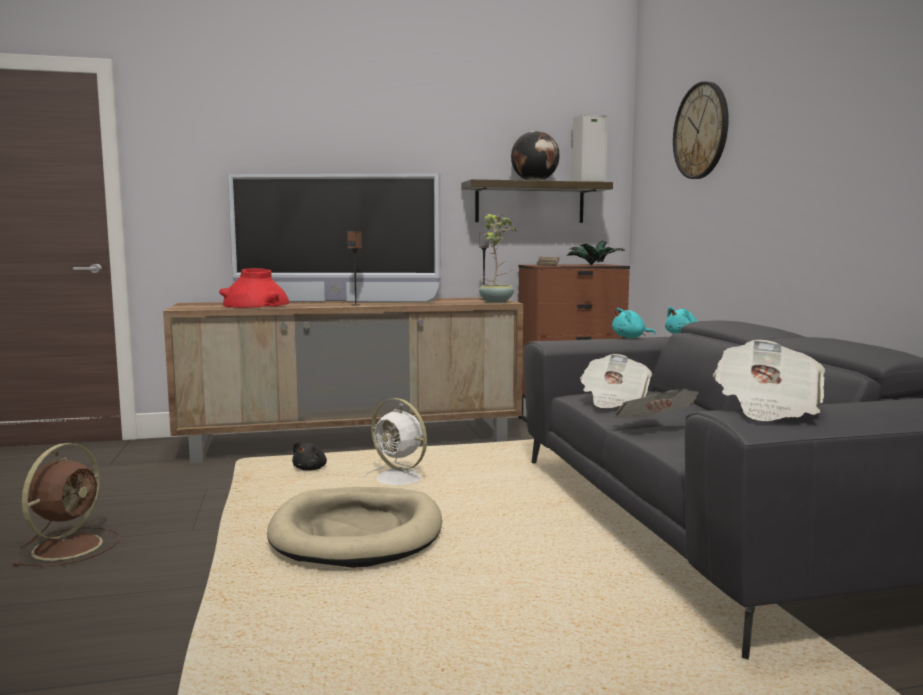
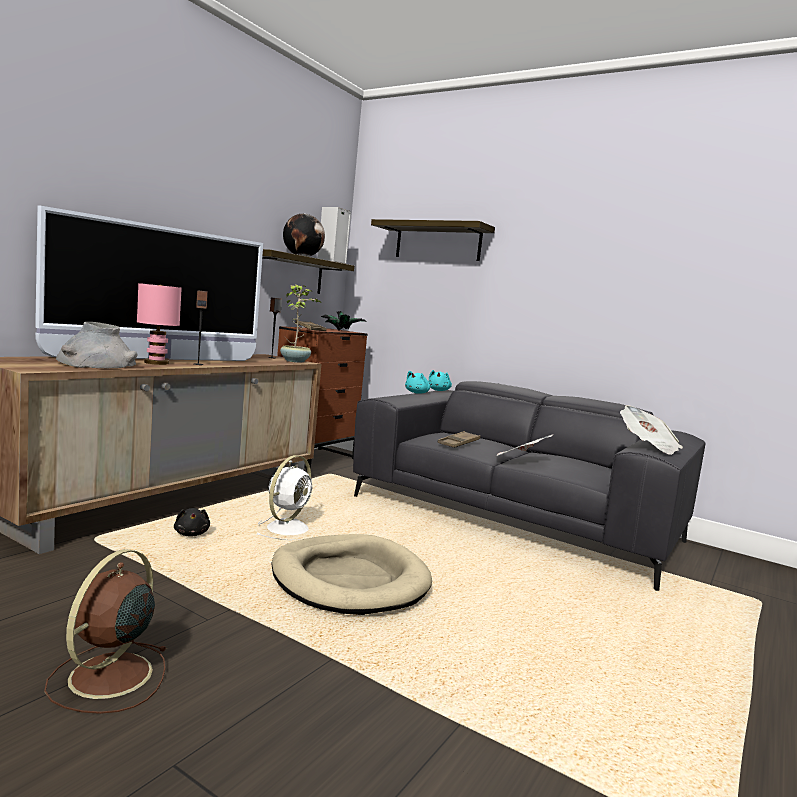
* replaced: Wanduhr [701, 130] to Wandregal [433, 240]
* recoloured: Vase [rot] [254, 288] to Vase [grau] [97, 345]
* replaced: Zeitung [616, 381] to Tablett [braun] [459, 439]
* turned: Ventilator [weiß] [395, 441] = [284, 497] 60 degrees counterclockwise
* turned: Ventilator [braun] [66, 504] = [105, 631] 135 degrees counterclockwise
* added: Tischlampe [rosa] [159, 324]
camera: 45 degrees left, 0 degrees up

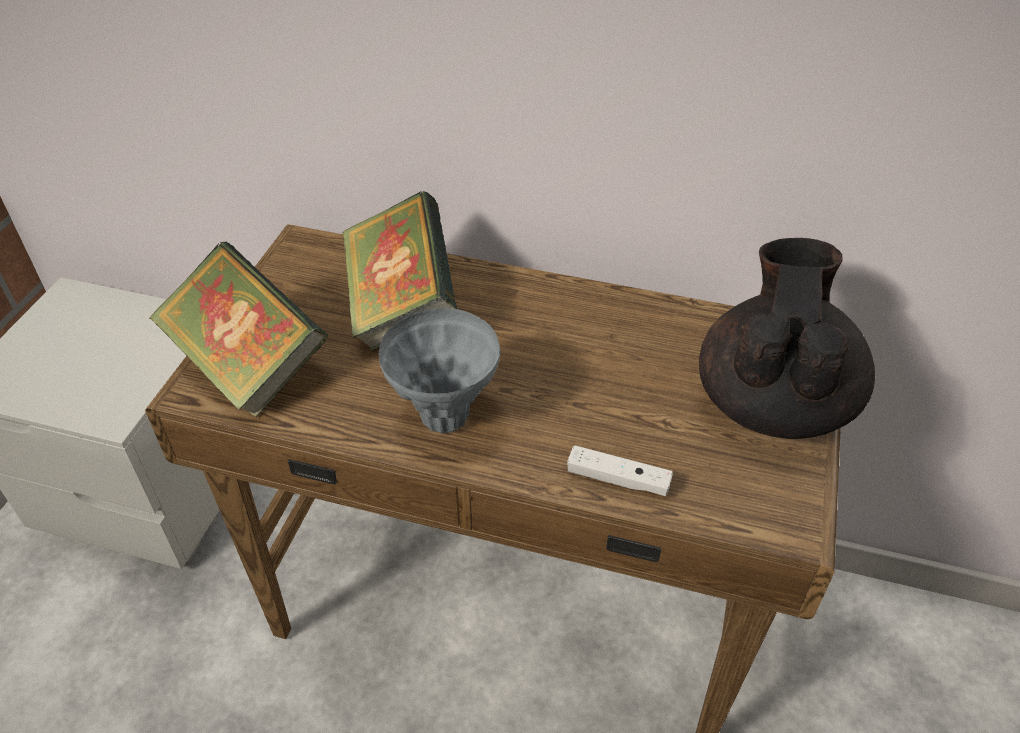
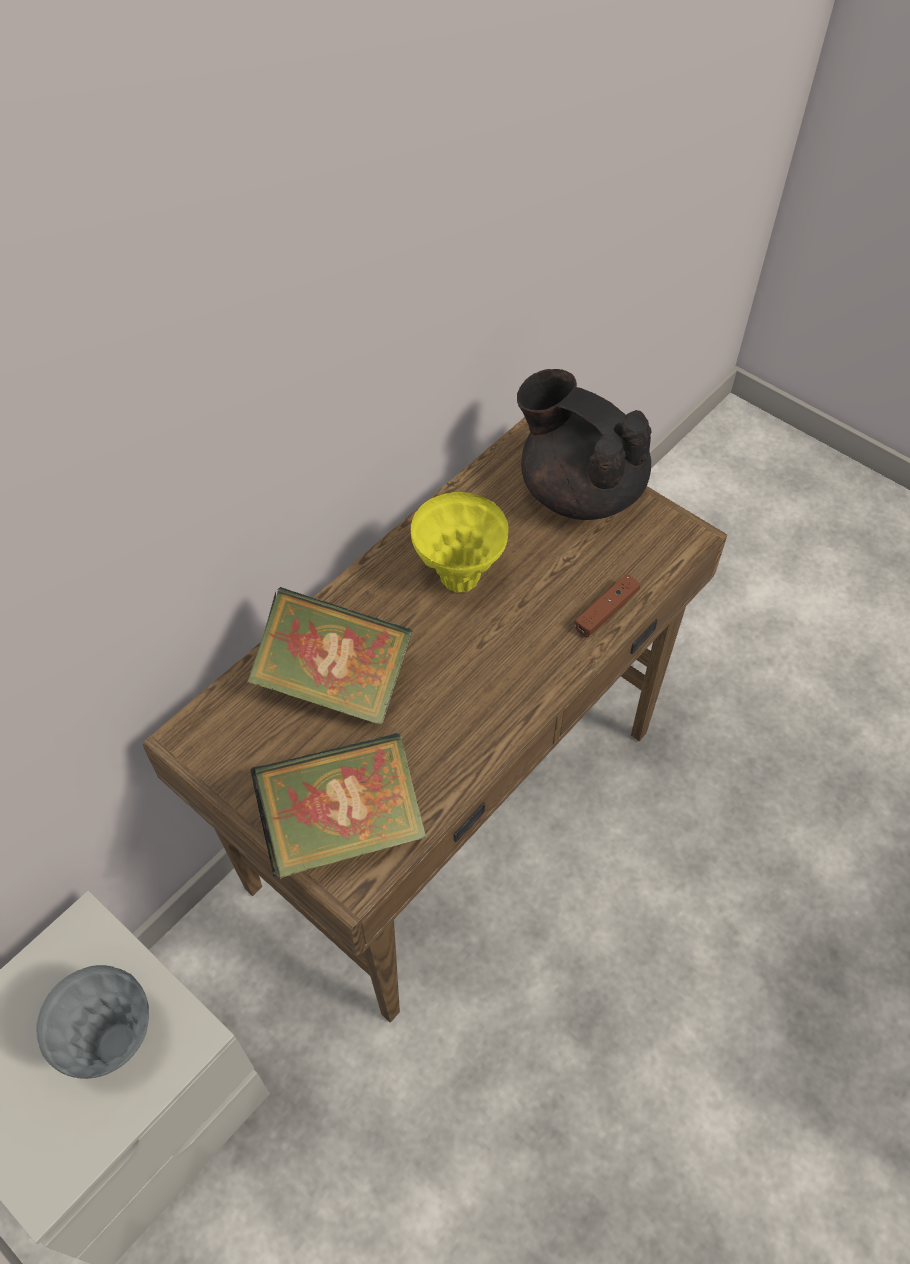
* moved: Vase [grau] [439, 370] to [92, 1022]
* recoloured: Gamepad [weiß] [620, 470] to Gamepad [braun] [607, 605]
* added: Vase [gelb] [460, 542]
camera: 65 degrees left, 10 degrees up

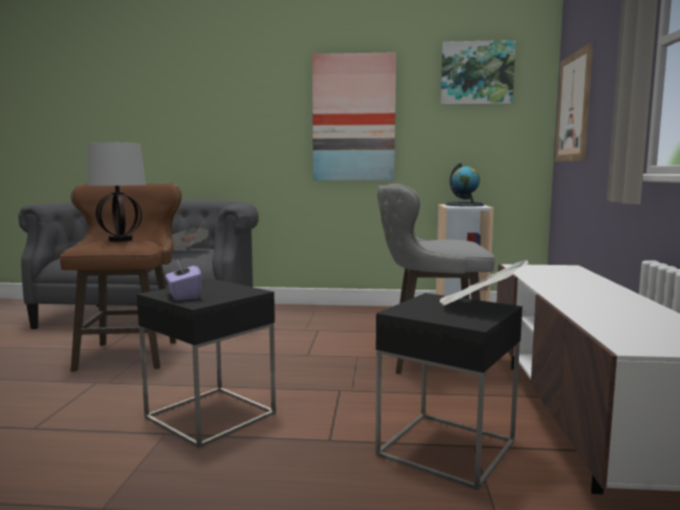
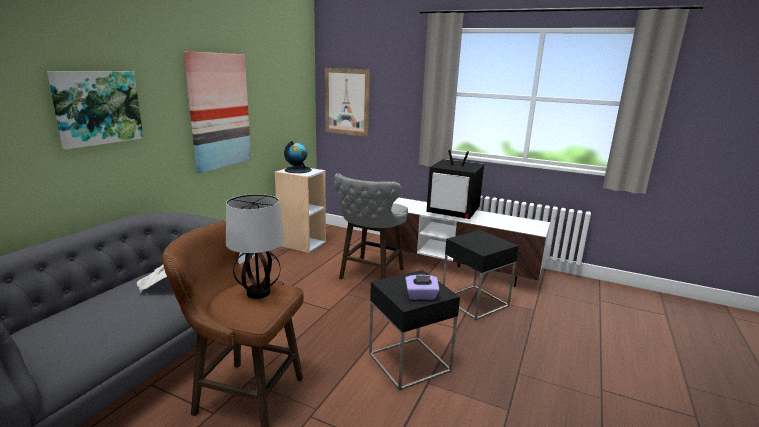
* moved: Bild [478, 72] to [95, 110]
* removed: Zeitung [484, 282]
* added: Fernseher [455, 184]
camera: 70 degrees left, 10 degrees up

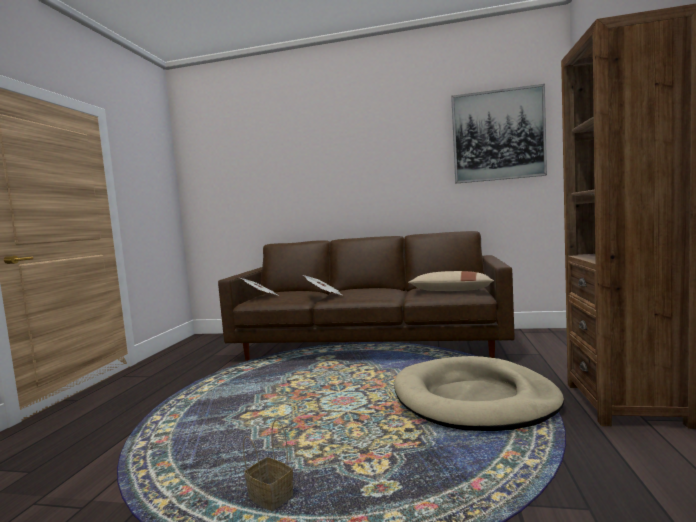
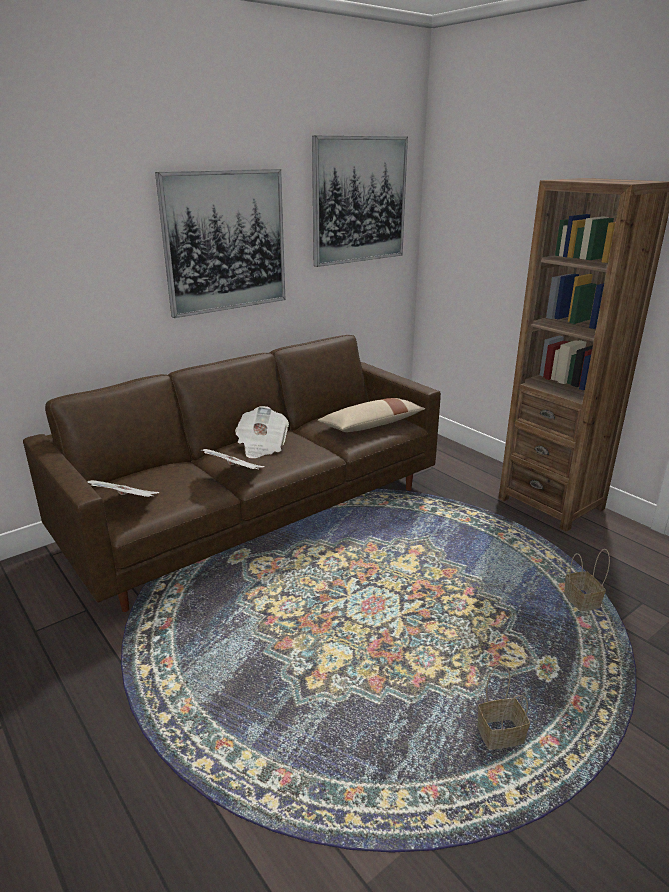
* removed: Hundebett [beige] [479, 393]
* added: Bild [220, 243]
* added: Zeitung [262, 432]
* added: Korb [587, 580]
camera: 50 degrees left, 20 degrees up

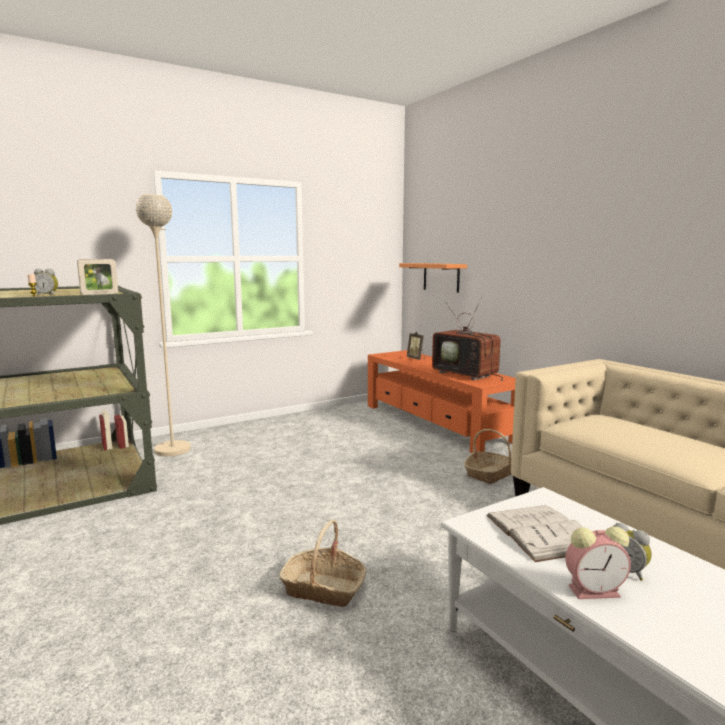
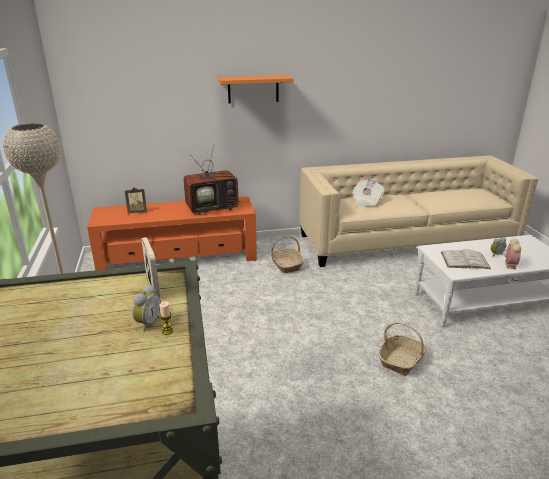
* moved: Wandregal [orange] [433, 278] to [255, 89]
* added: Zeitung [368, 193]
camera: 70 degrees left, 15 degrees up

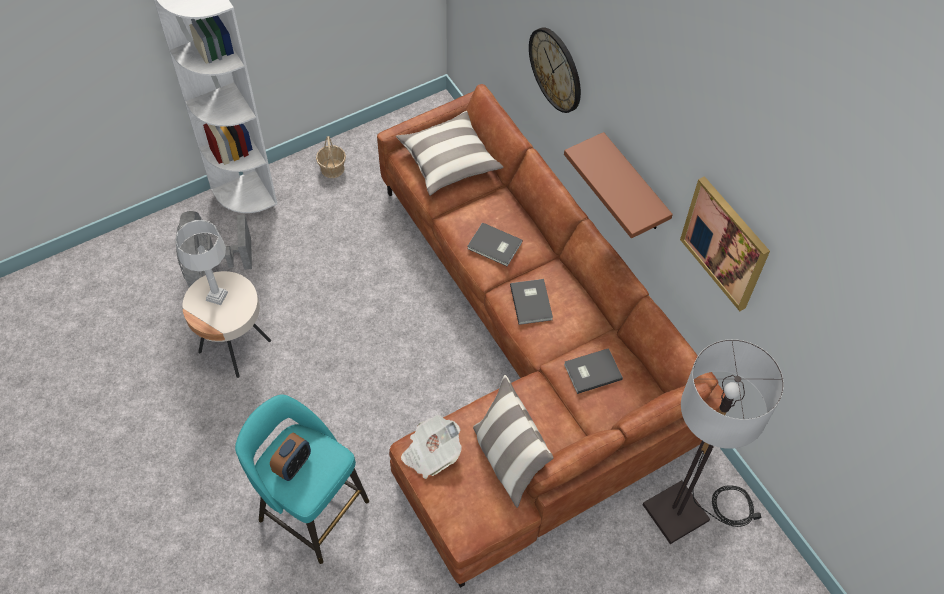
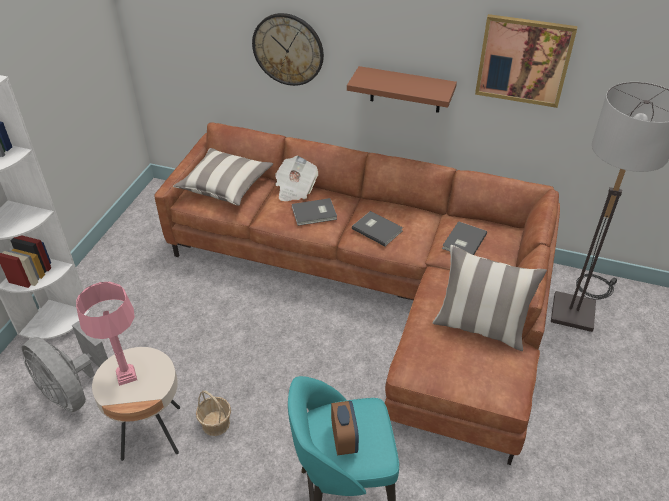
* moved: Korb [331, 157] to [213, 413]
* recoloured: Tischlampe [grau] [201, 262] to Tischlampe [rosa] [106, 334]
* moved: Zeitung [431, 447] to [296, 178]
camera: 40 degrees left, 15 degrees down

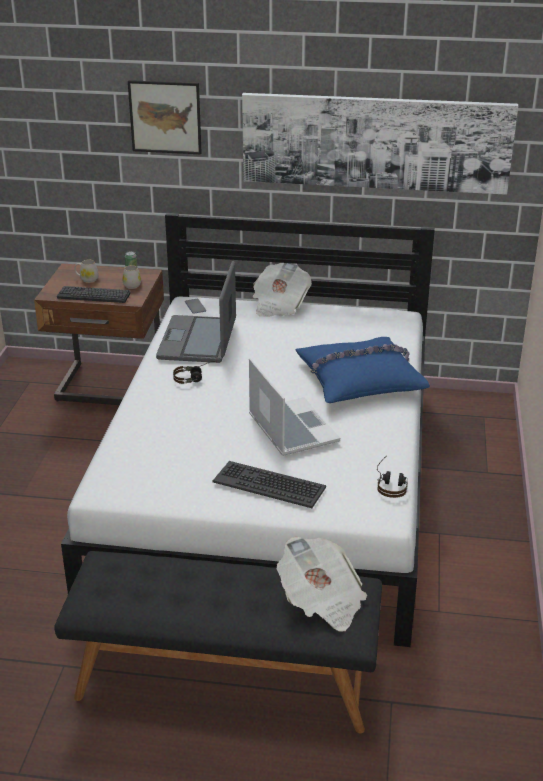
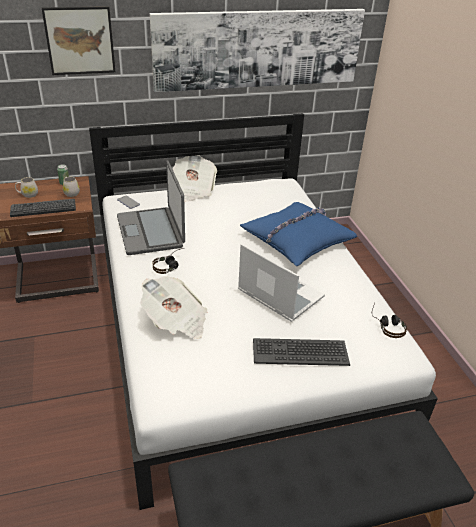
* moved: Zeitung [322, 584] to [173, 307]
camera: 25 degrees left, 5 degrees up

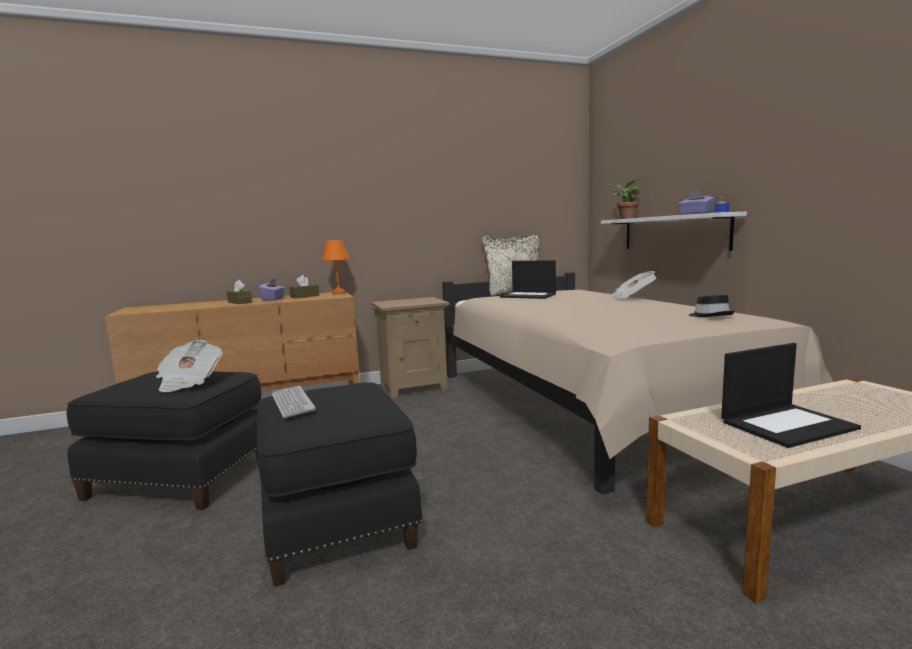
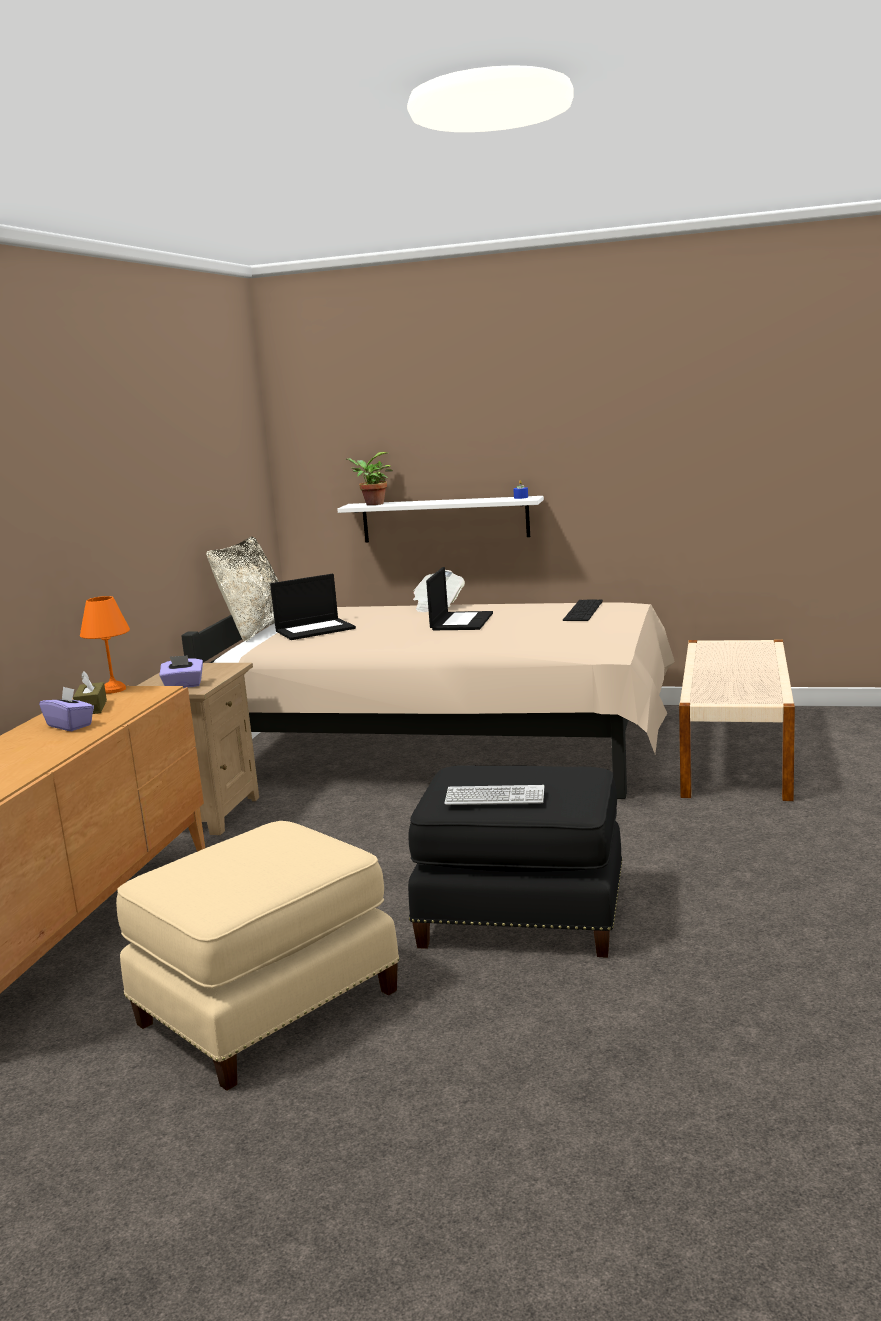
* moved: Taschentuchbox [lila] [697, 203] to [181, 671]
* removed: Taschentuchbox [braun] [239, 292]
* replaced: Hut [schwarz] [712, 306] to Tastatur [583, 610]
* removed: Zeitung [189, 366]
* moved: Laptop [791, 395] to [459, 598]
* recoloured: Polsterhocker [schwarz] [164, 440] to Polsterhocker [beige] [257, 956]
camera: 55 degrees left, 5 degrees up

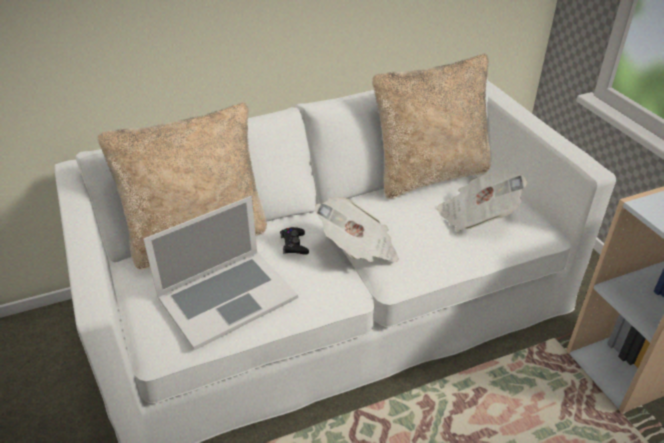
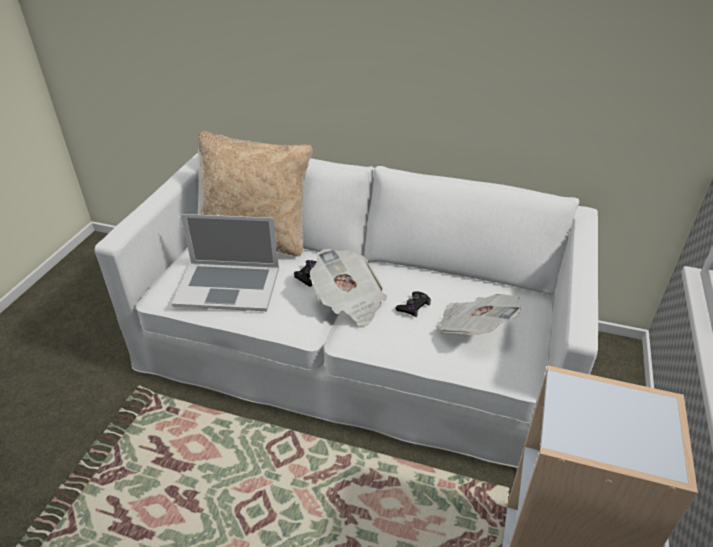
* removed: Kissen [beige] [431, 126]
* added: Gamepad [schwarz] [413, 304]
camera: 40 degrees right, 0 degrees up

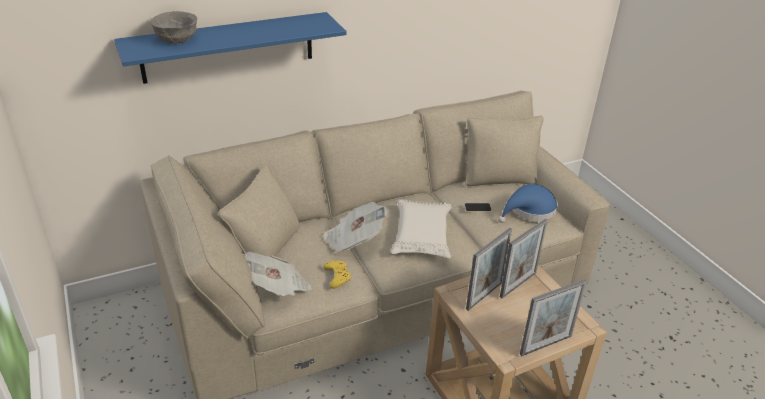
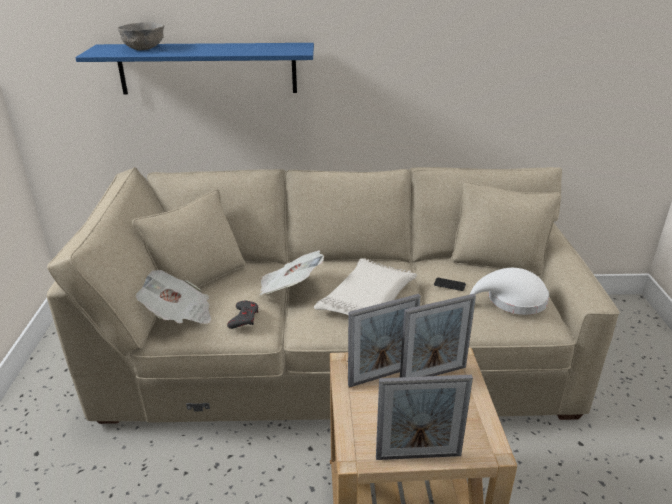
* recoloured: Hut [blau] [528, 203] to Hut [weiß] [509, 291]
* recoloured: Gamepad [gelb] [337, 275] to Gamepad [grau] [242, 315]
camera: 25 degrees right, 5 degrees down

